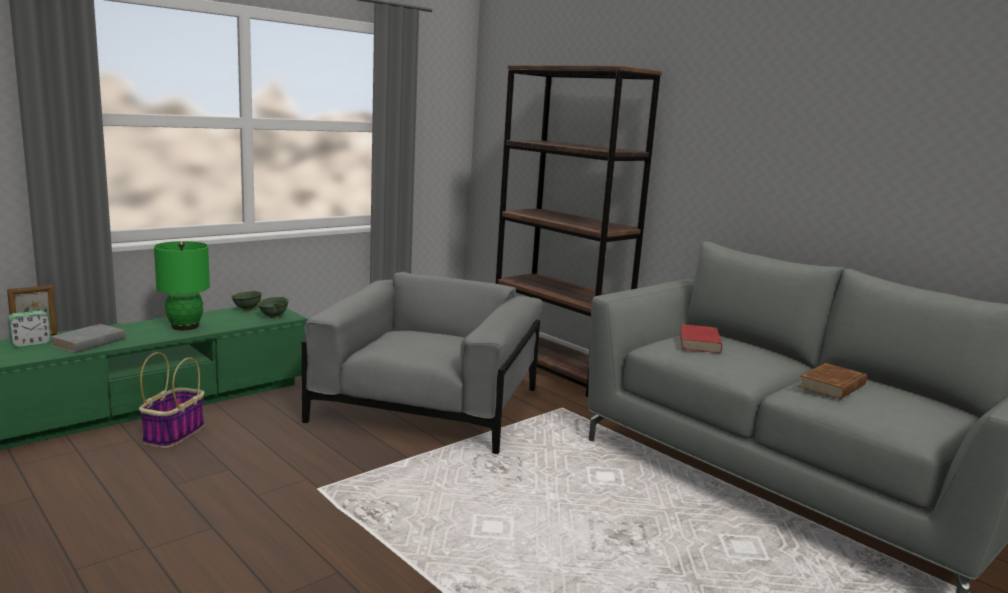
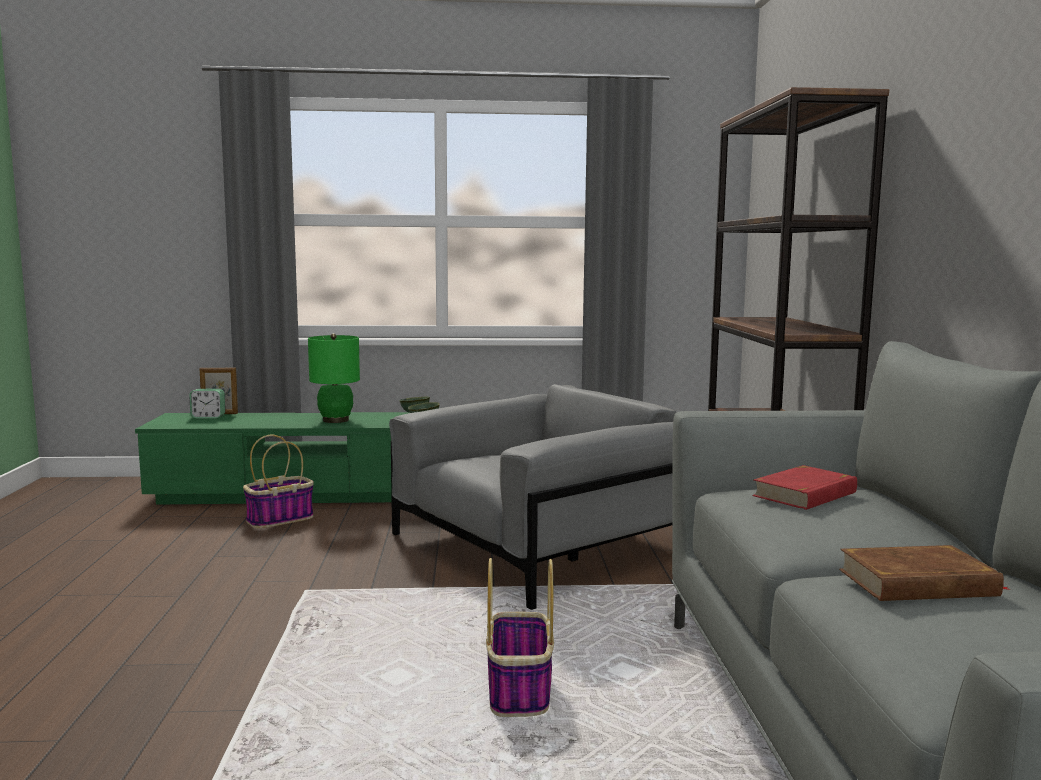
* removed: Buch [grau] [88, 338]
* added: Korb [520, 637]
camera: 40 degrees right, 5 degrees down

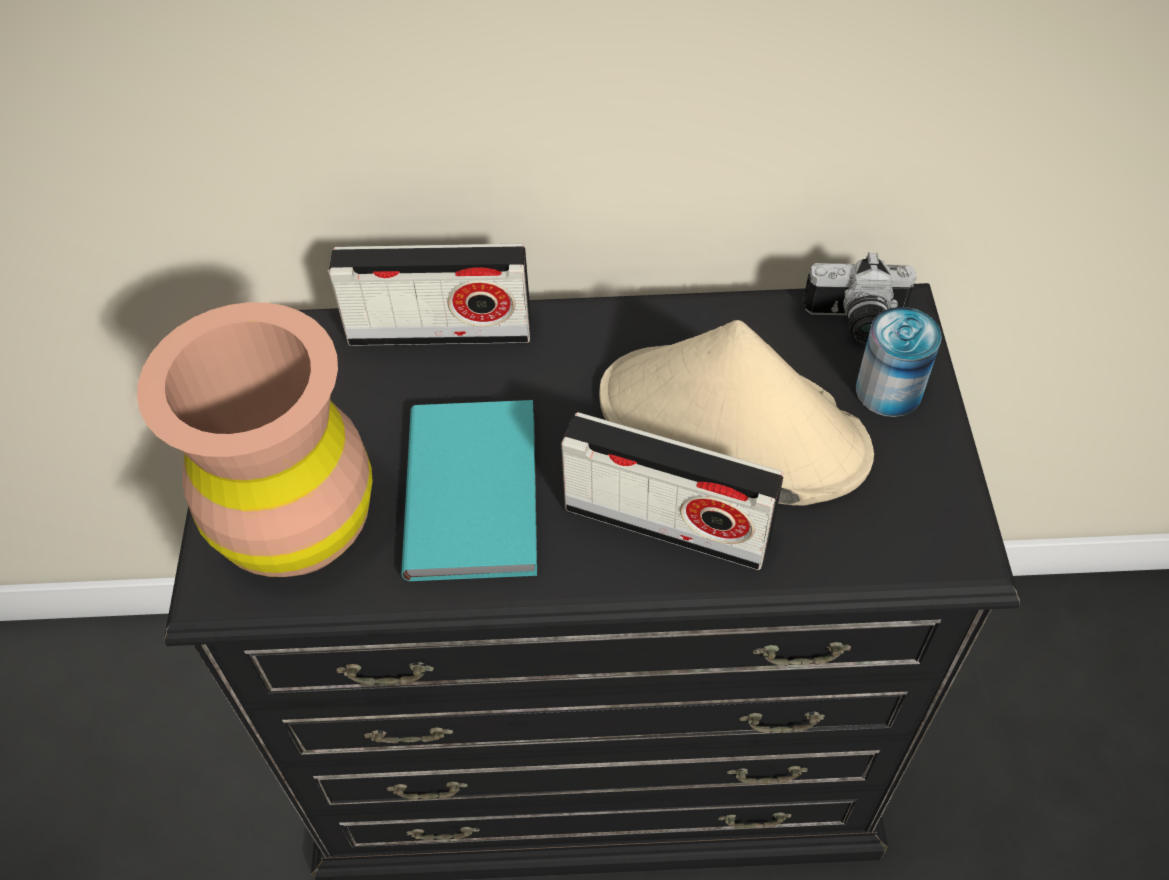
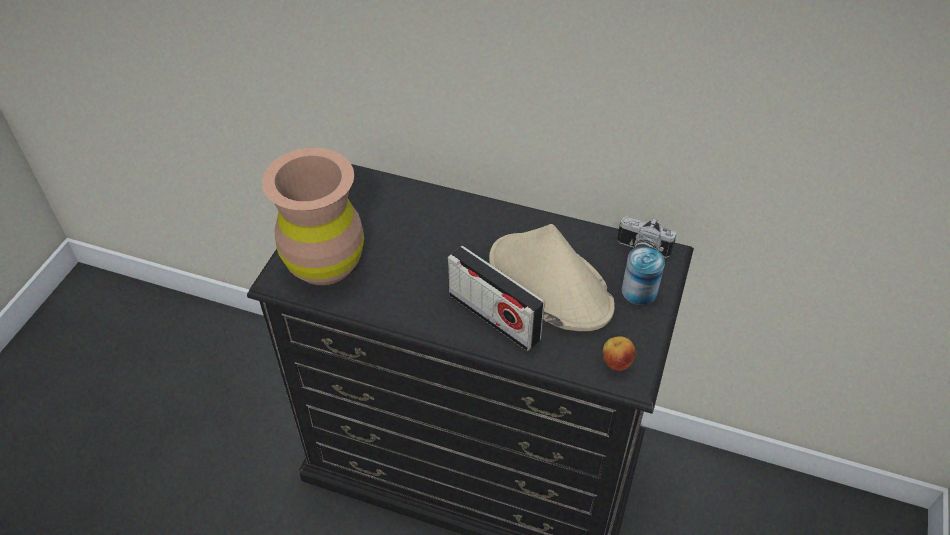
* removed: Radio [430, 295]
* removed: Buch [türkis] [469, 490]
* added: Apfel [619, 353]
camera: 20 degrees right, 5 degrees down

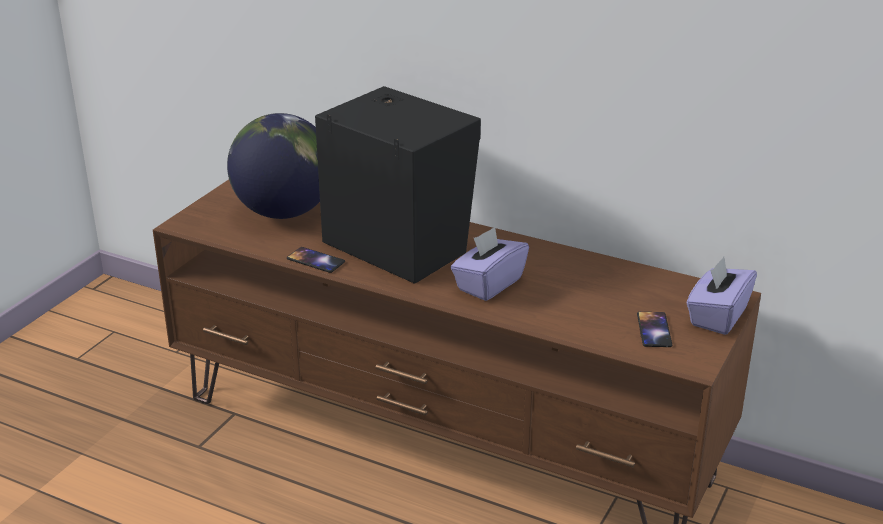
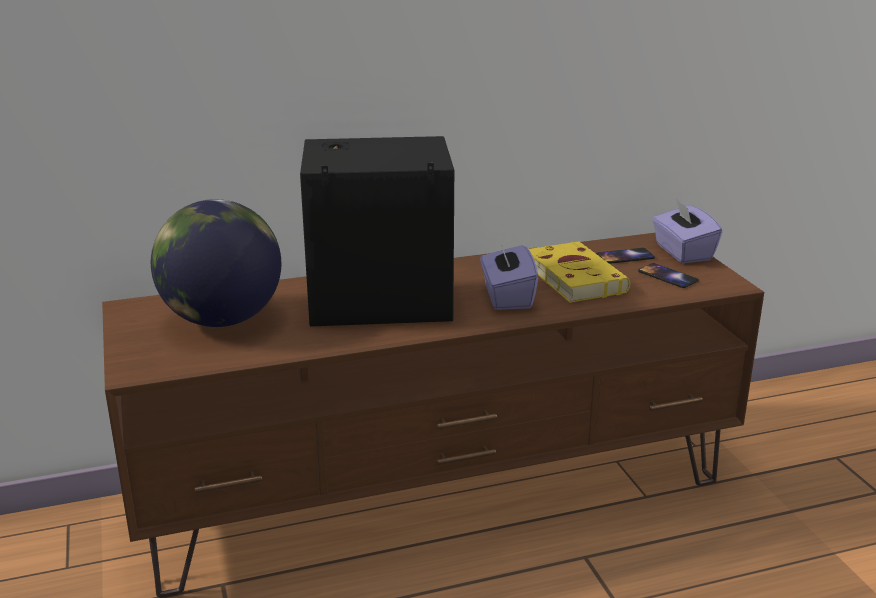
* moved: Handy [316, 260] to [625, 256]
* added: Buch [gelb] [579, 272]
camera: 45 degrees left, 5 degrees down

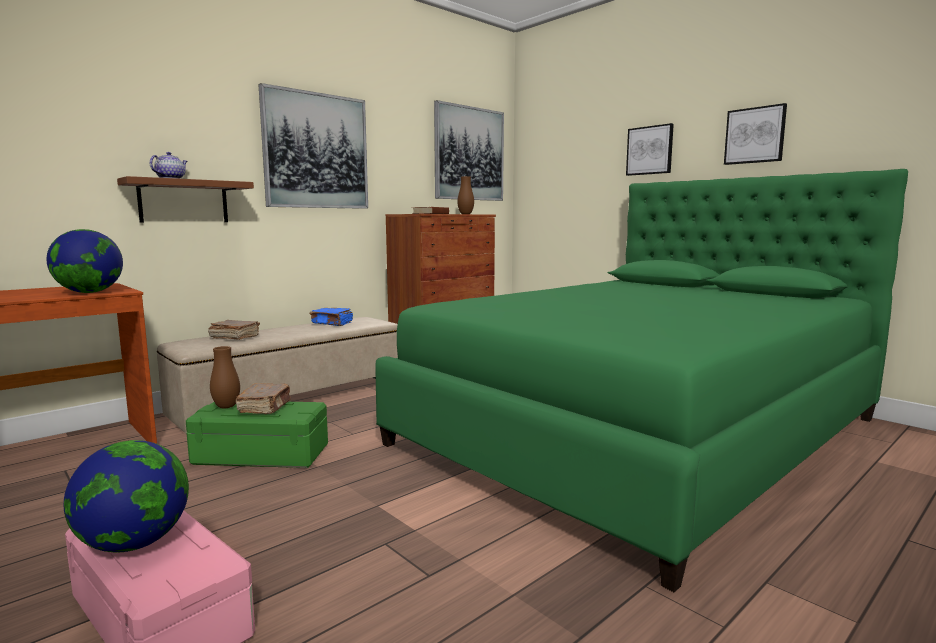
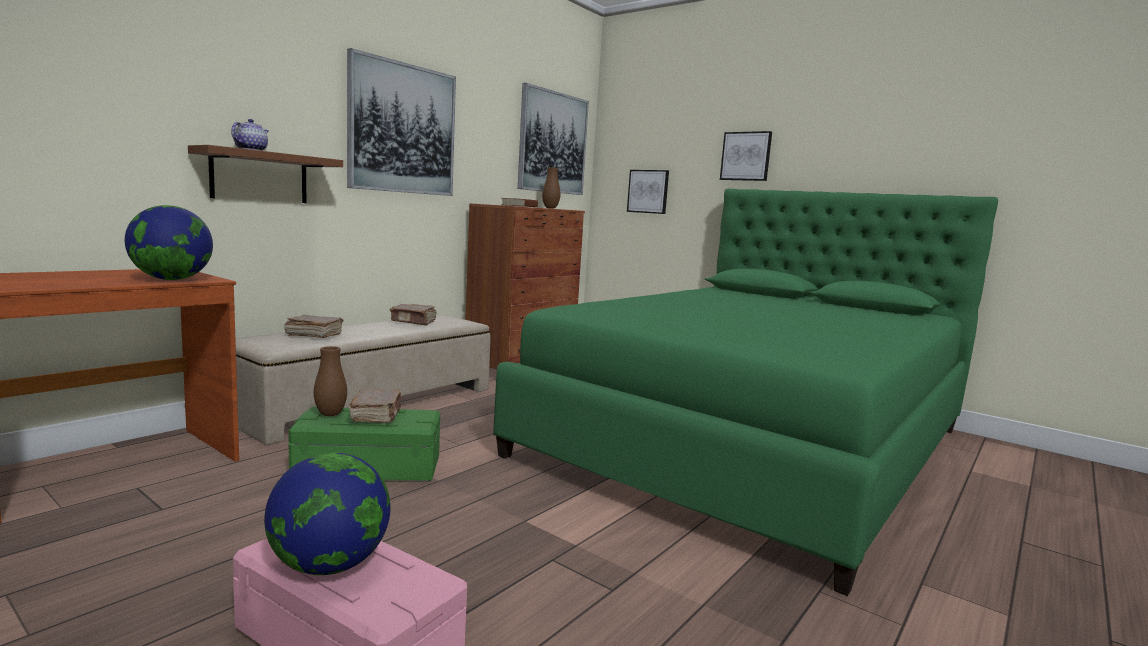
* moved: Bild [755, 134] to [648, 192]
* recoloured: Buch [blau] [331, 317] to Buch [braun] [413, 314]
camera: 10 degrees left, 0 degrees up

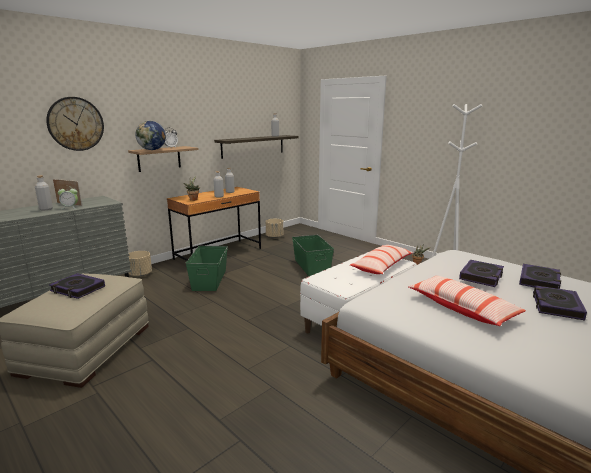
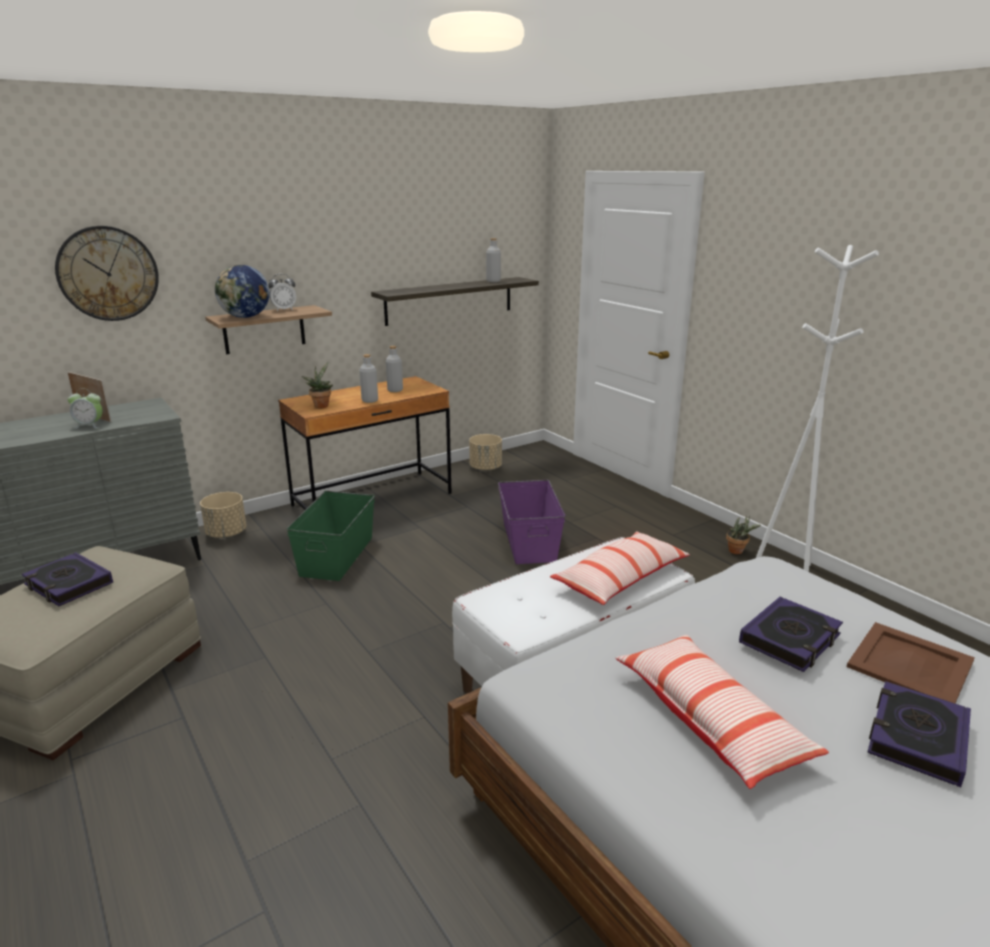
* removed: Flasche [grau] [44, 193]
* recoloured: Aufbewahrungsbox [grün] [313, 255] to Aufbewahrungsbox [lila] [532, 522]
* replaced: Buch [540, 276] to Tablett [braun] [910, 662]
camera: 10 degrees right, 5 degrees up

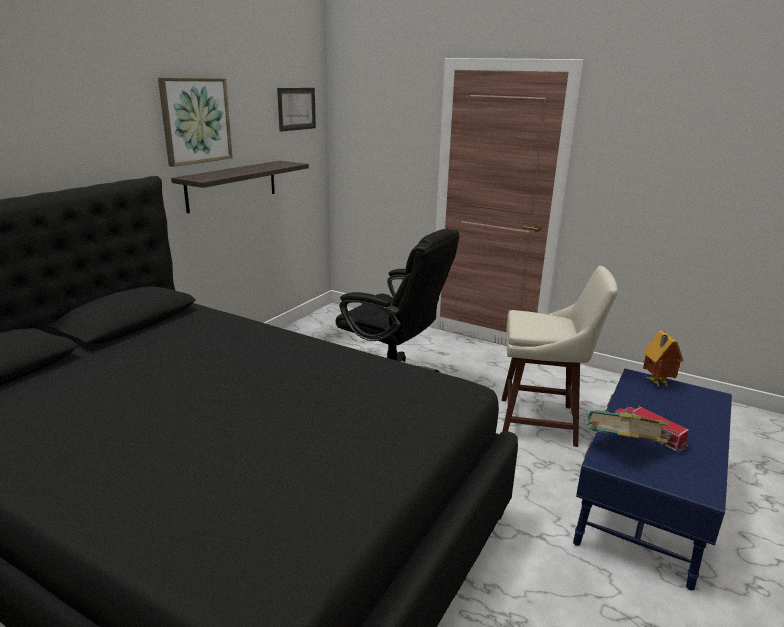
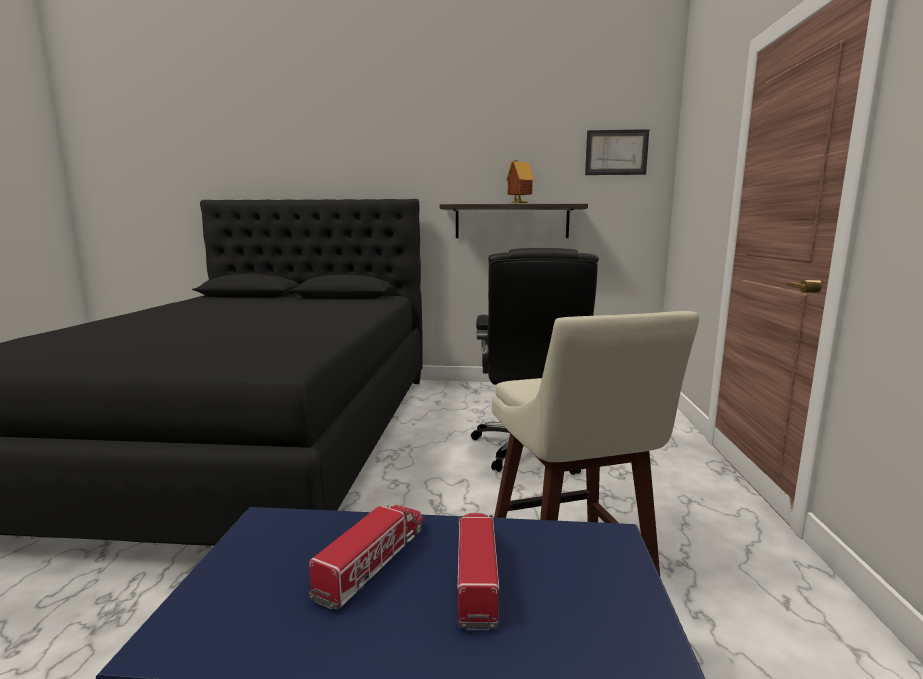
* removed: Bild [195, 122]
* moved: Spielzeughaus [663, 359] to [520, 182]
* removed: Buch [627, 426]
* added: Spielzeuglaster [478, 571]
camera: 65 degrees right, 10 degrees down

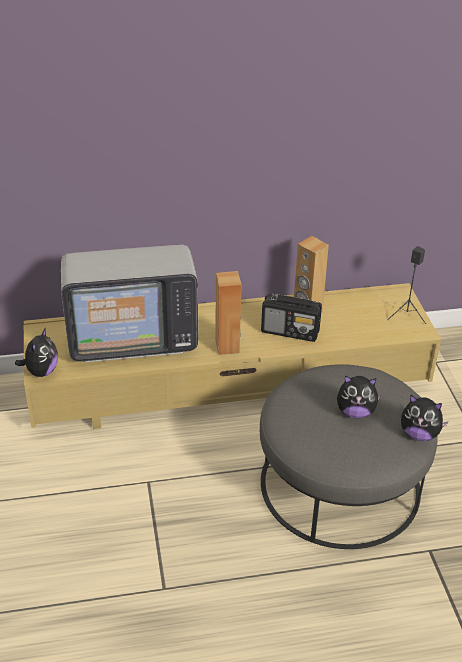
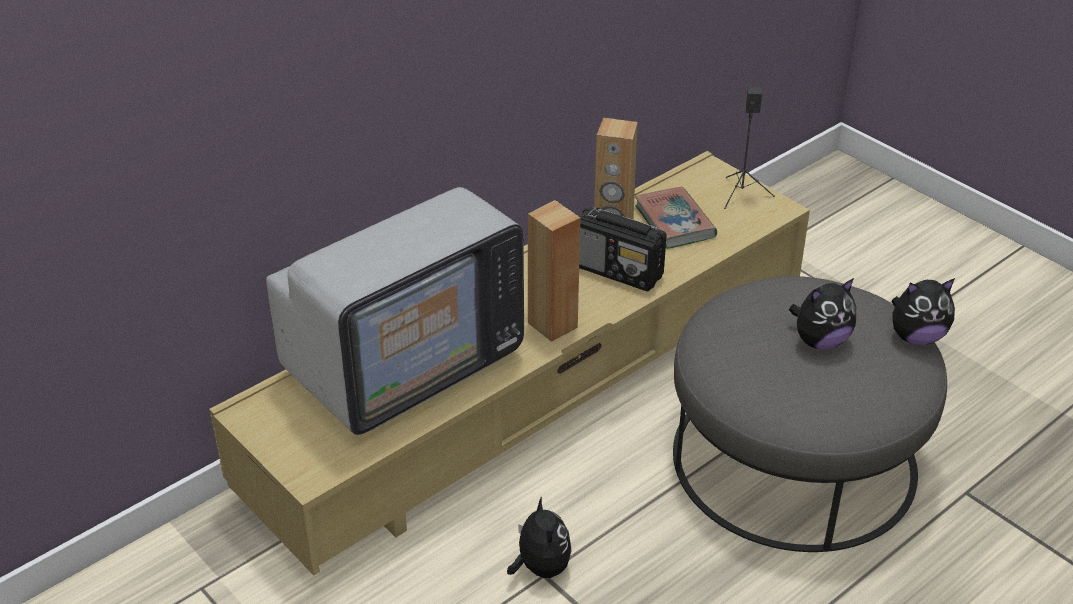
* turned: Radio [291, 317] = [623, 249] 45 degrees clockwise
* moved: Plüschtier [36, 352] to [539, 537]
* added: Buch [676, 218]
camera: 30 degrees left, 0 degrees up

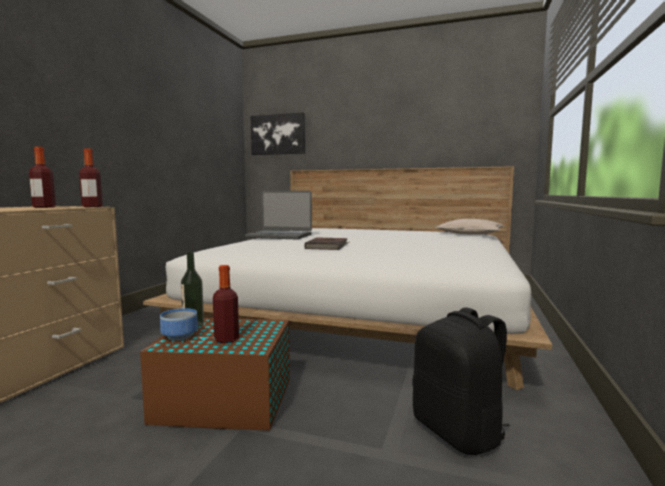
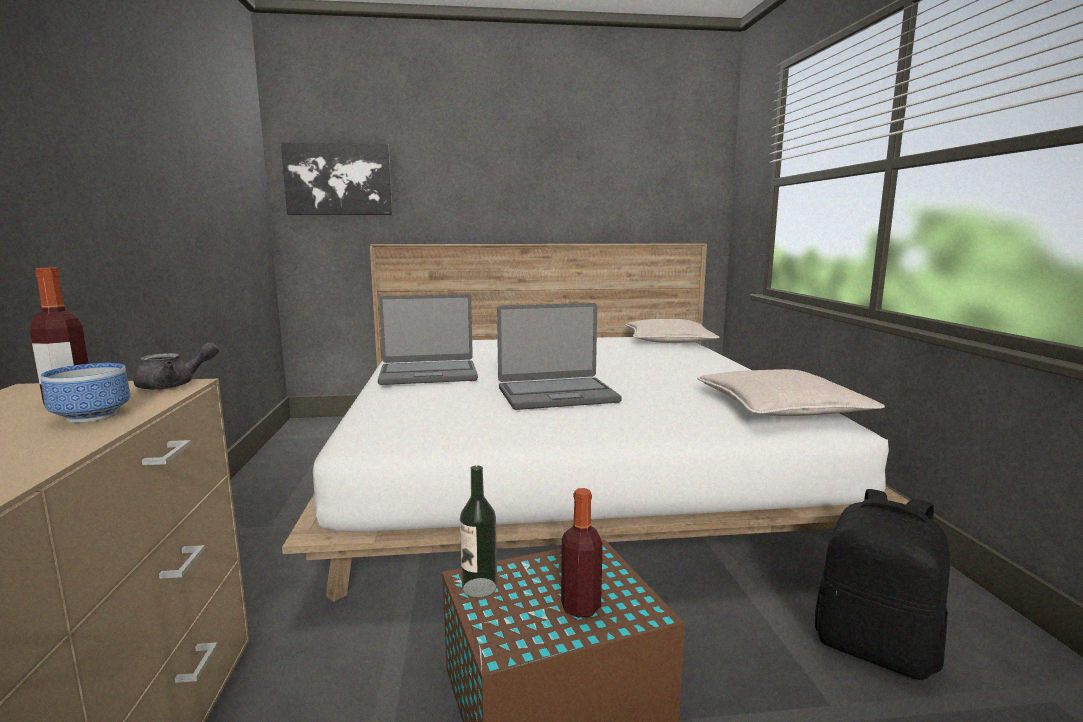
* replaced: Flasche [91, 177] to Teekanne [grau] [176, 366]
* replaced: Buch [braun] [327, 243] to Laptop [559, 356]
* moved: Schüssel [179, 324] to [85, 393]
* added: Kissen [beige] [791, 392]
camera: 25 degrees left, 5 degrees up

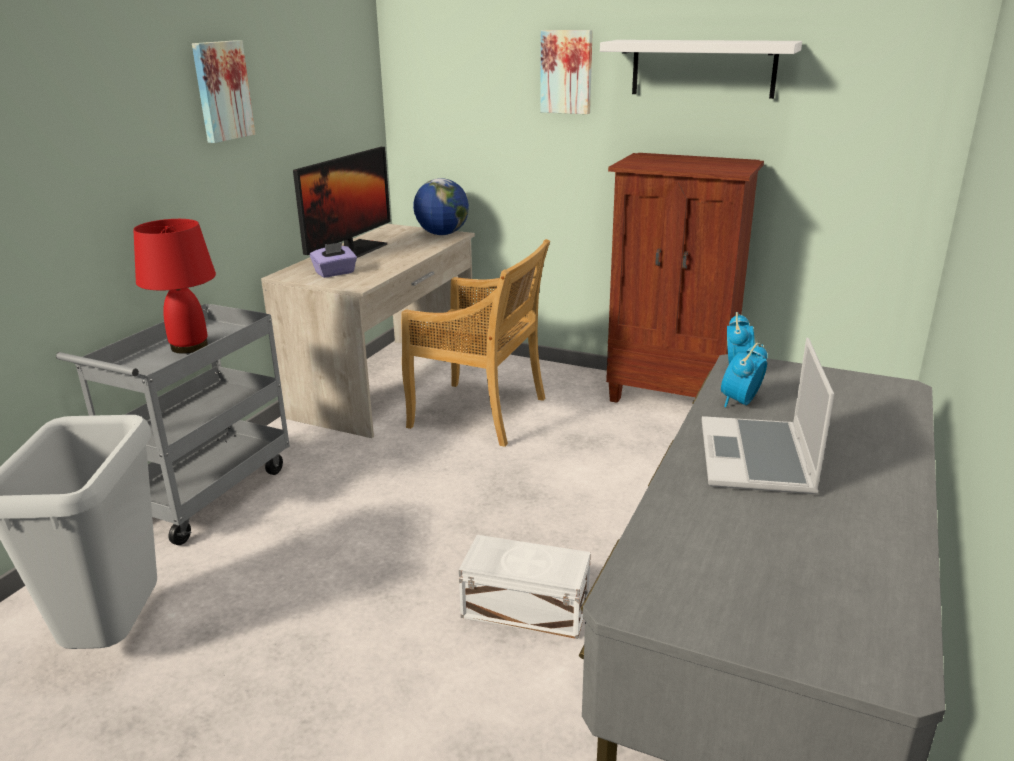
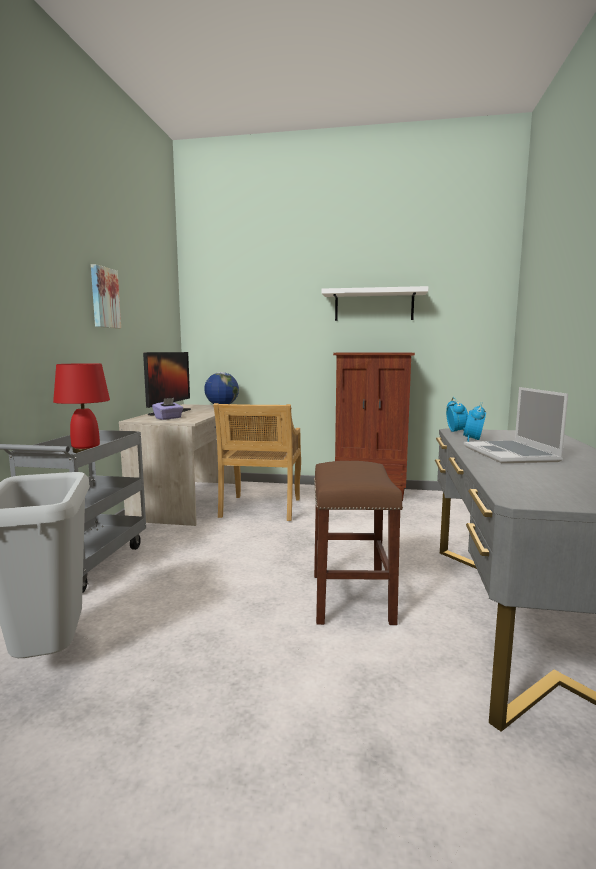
* removed: Bild [566, 72]
* turned: Stuhl [beige] [475, 343] = [257, 462] 90 degrees clockwise
* replaced: Aufbewahrungsbox [weiß] [525, 587] to Hocker [braun] [358, 543]
camera: 15 degrees left, 15 degrees down

